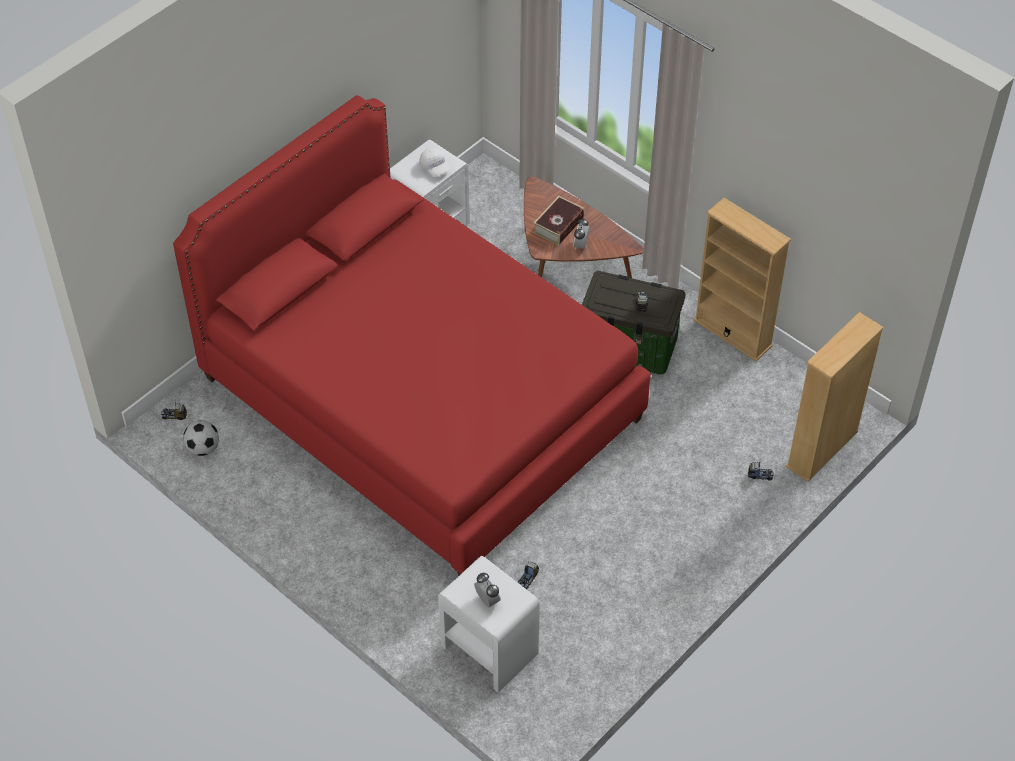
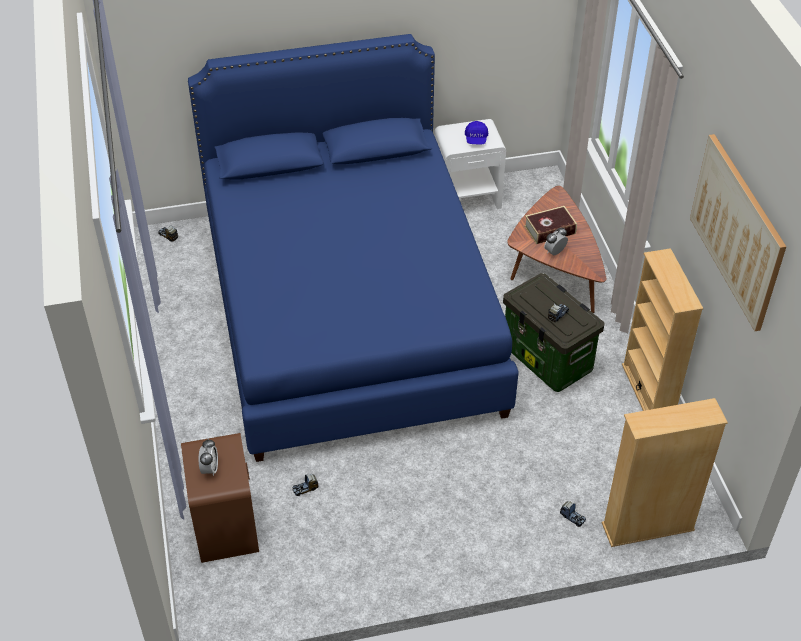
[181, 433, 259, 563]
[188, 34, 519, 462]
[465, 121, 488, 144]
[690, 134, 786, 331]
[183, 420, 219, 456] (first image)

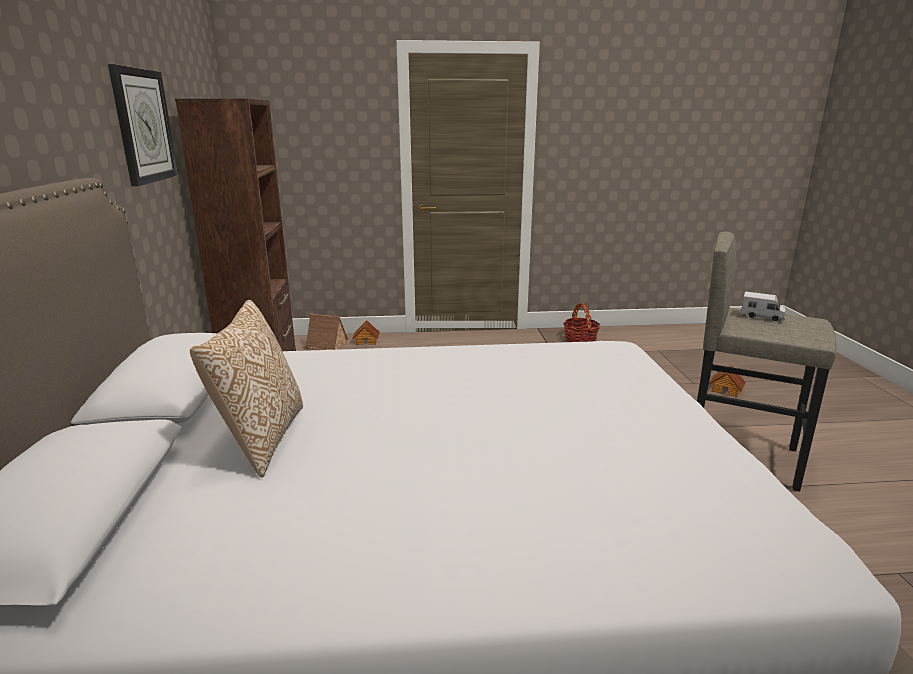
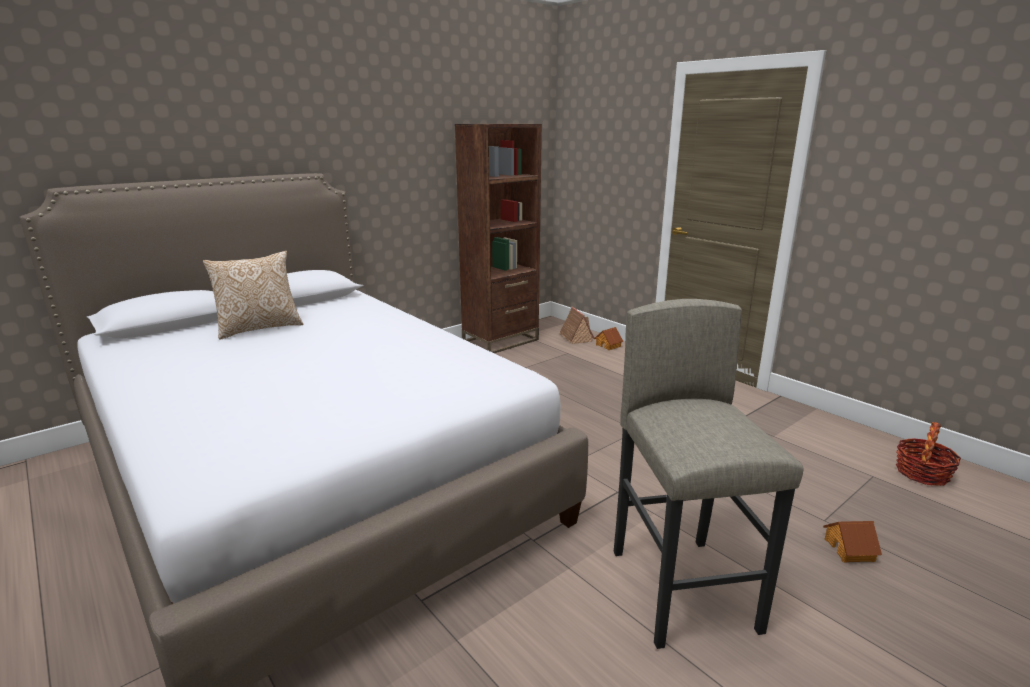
[896, 422, 961, 486]
[108, 64, 178, 186] (first image)
[740, 291, 786, 321] (first image)

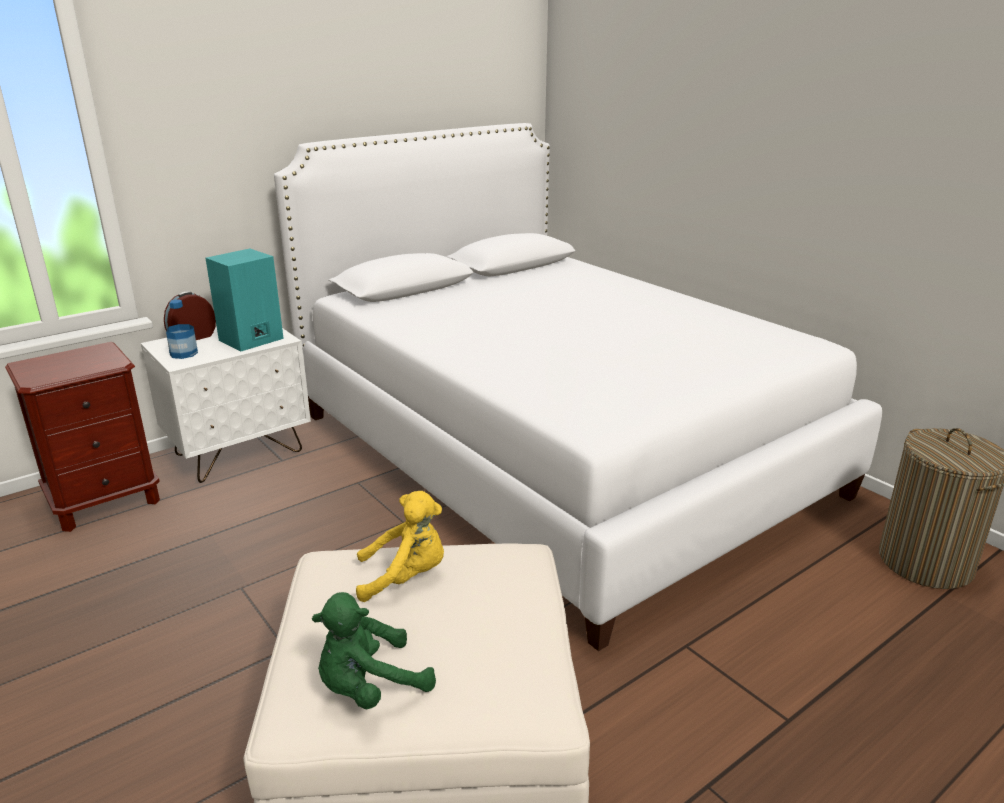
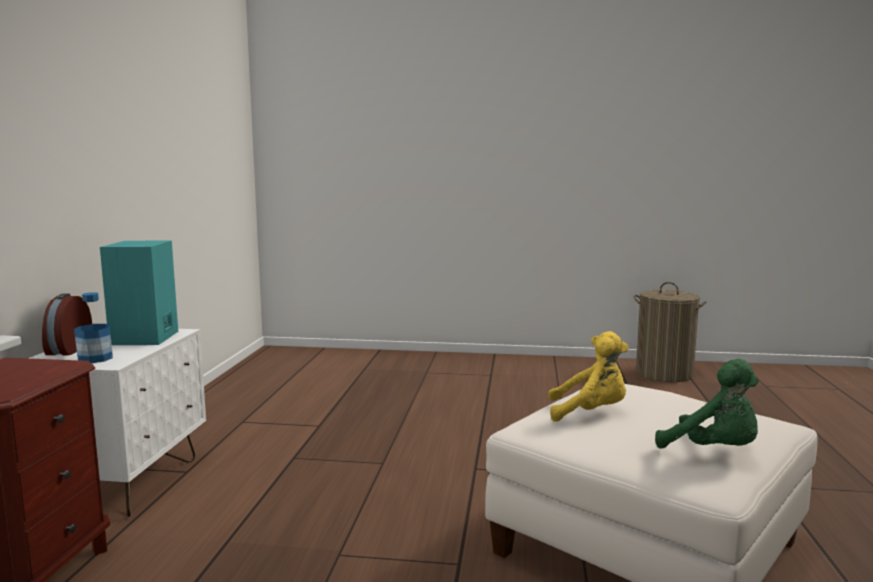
[548, 331, 628, 422]
[655, 359, 759, 449]
[274, 123, 882, 651] (first image)

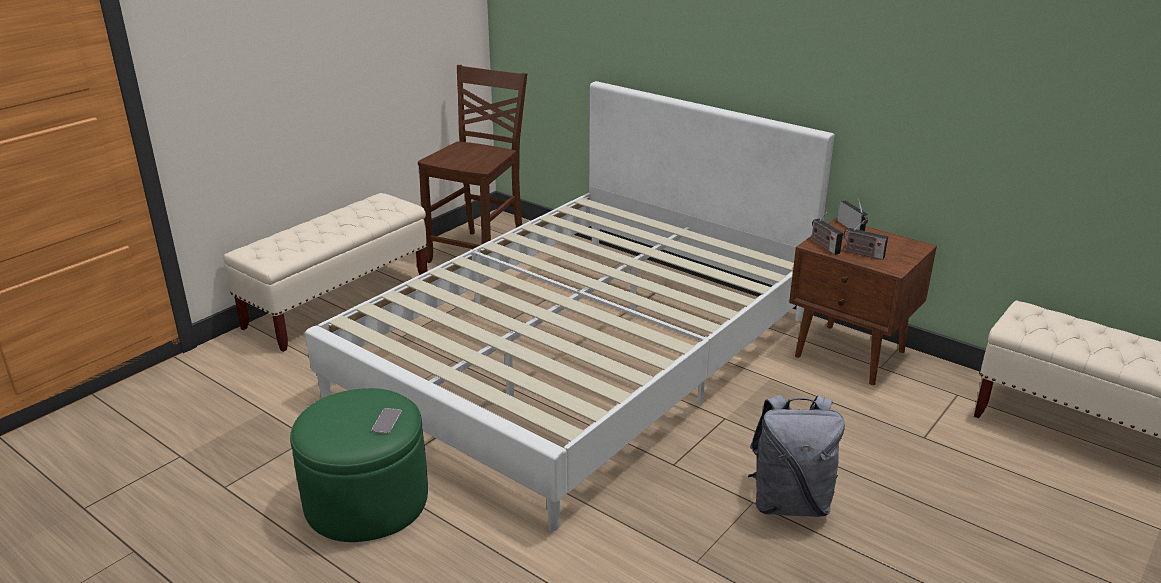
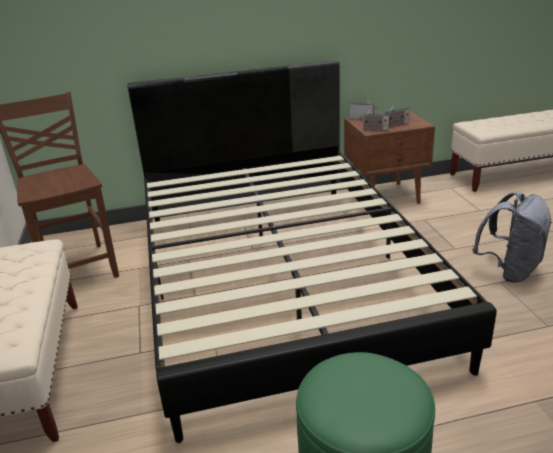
[127, 60, 497, 443]
[372, 408, 402, 434] (first image)

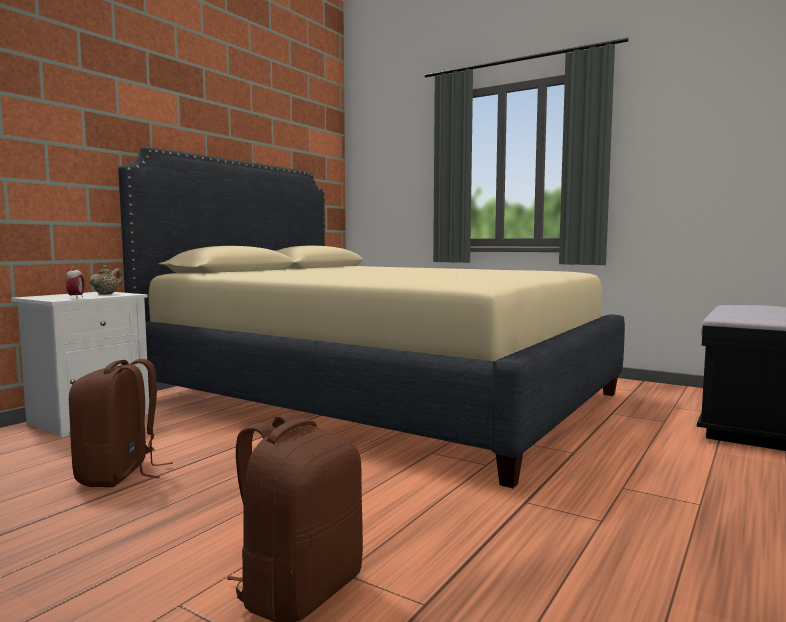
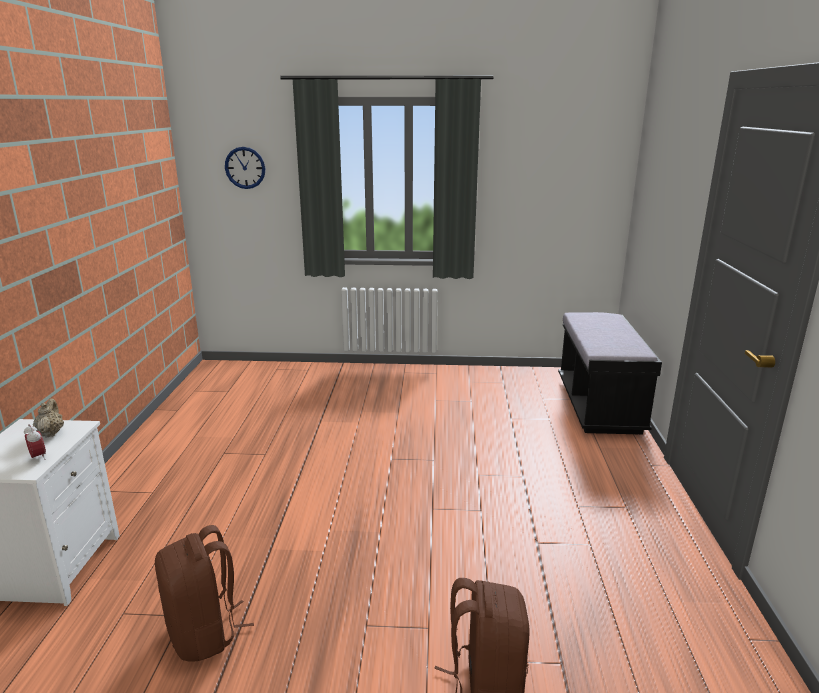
[225, 147, 265, 189]
[118, 147, 625, 488] (first image)

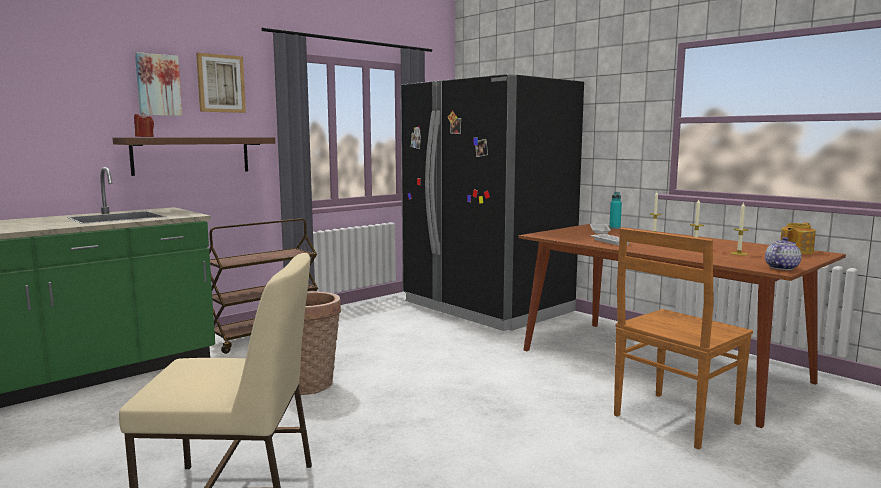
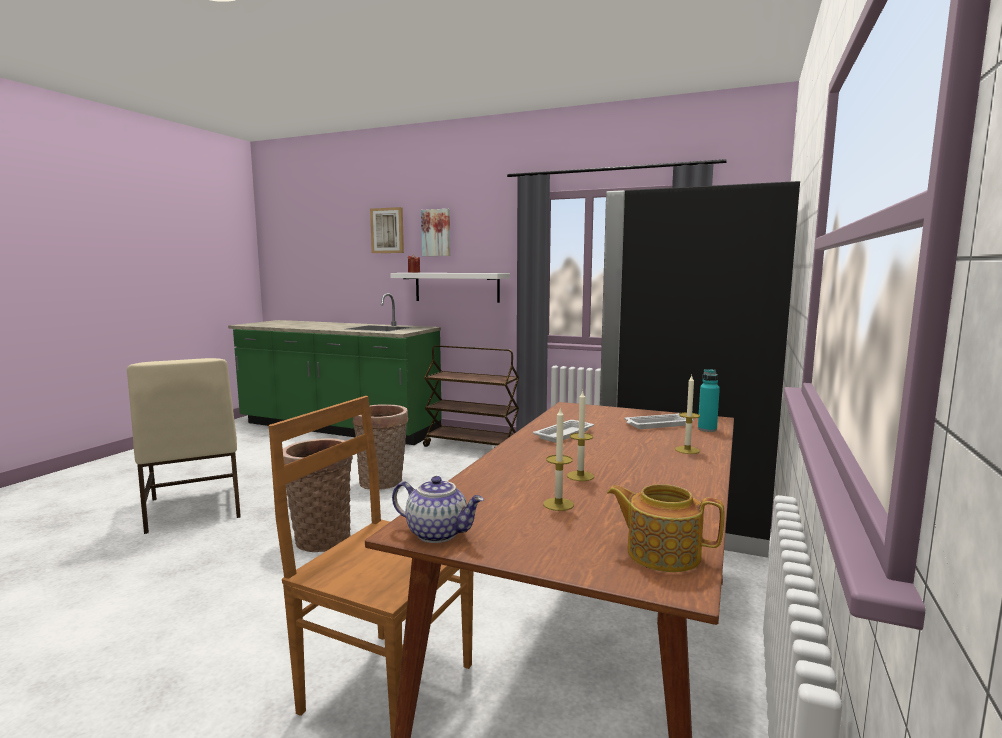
[283, 438, 353, 552]
[370, 207, 404, 253]
[390, 273, 510, 303]

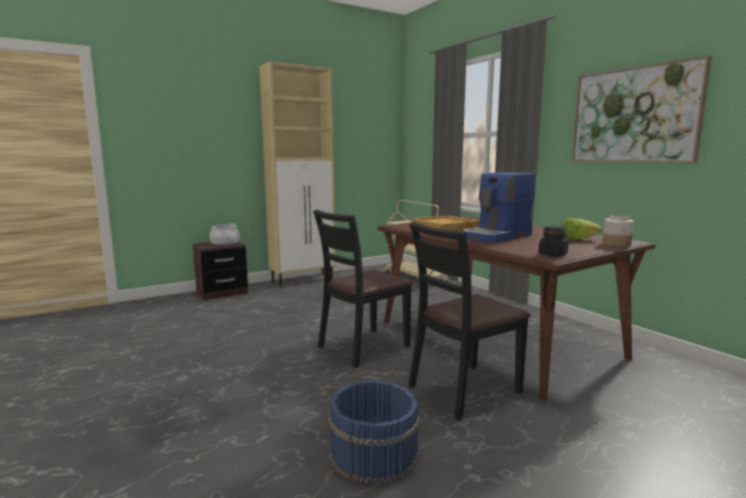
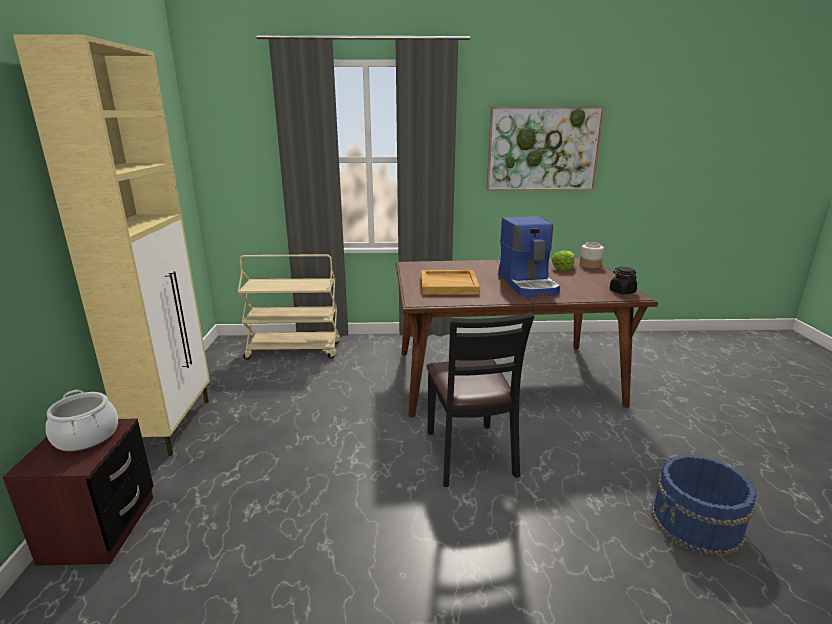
[408, 222, 531, 420] (first image)

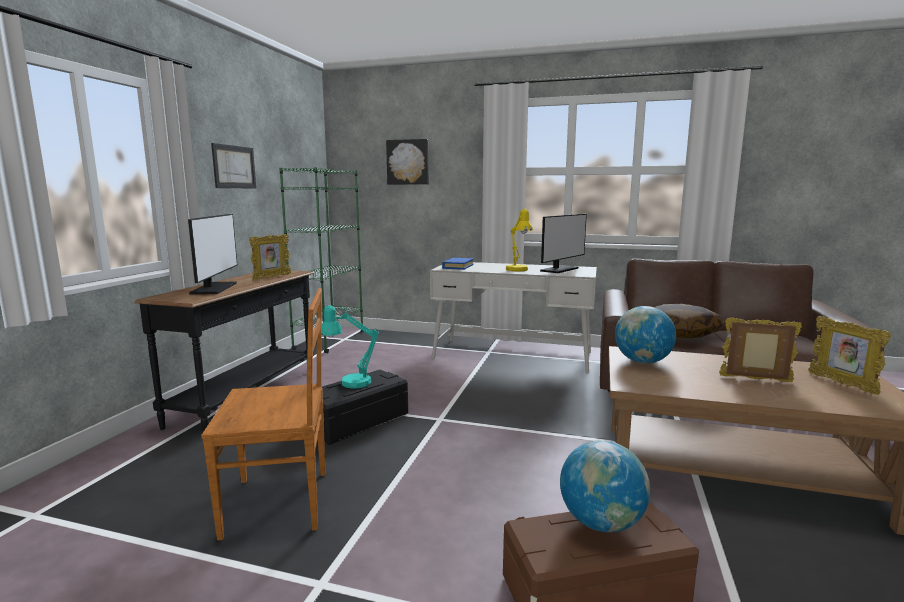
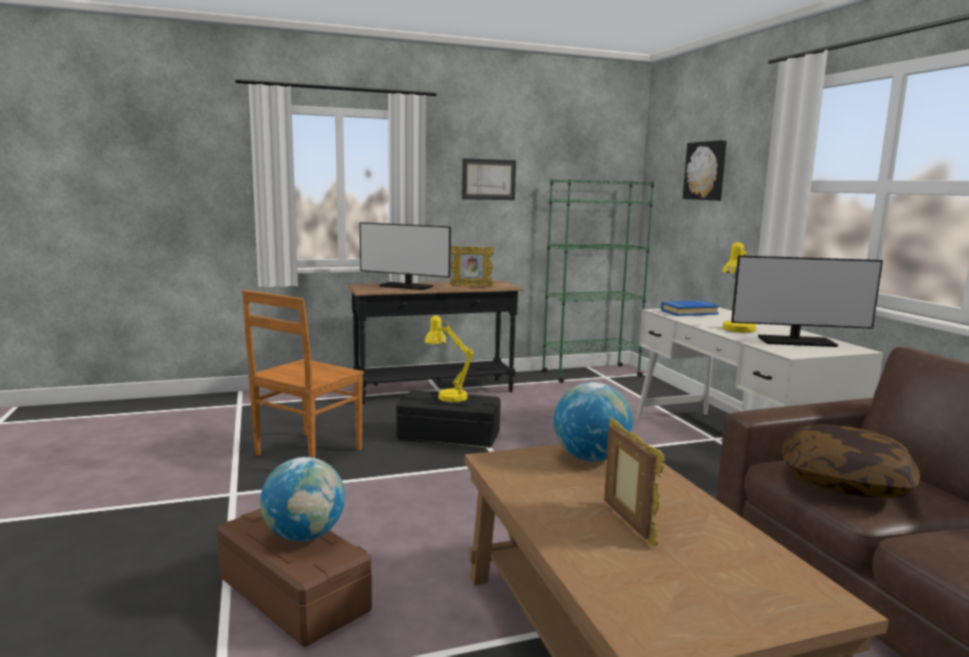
[242, 290, 364, 458]
[360, 222, 451, 290]
[425, 315, 474, 402]
[808, 316, 891, 395] (first image)

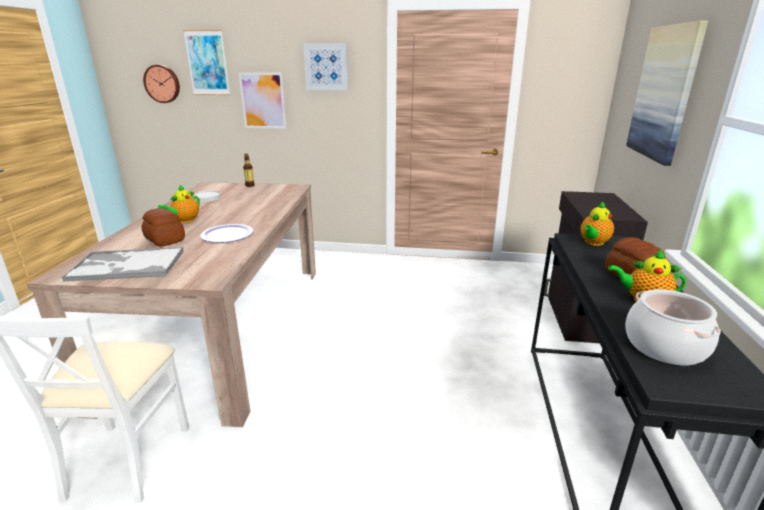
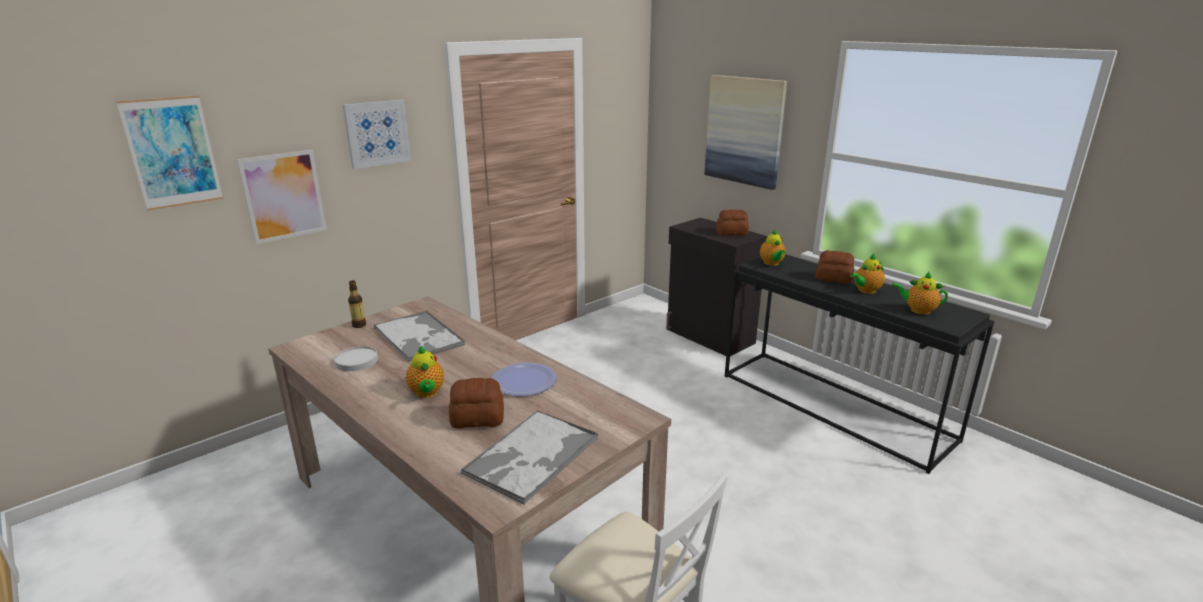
[374, 310, 465, 362]
[716, 210, 749, 236]
[891, 272, 948, 315]
[143, 65, 180, 103] (first image)

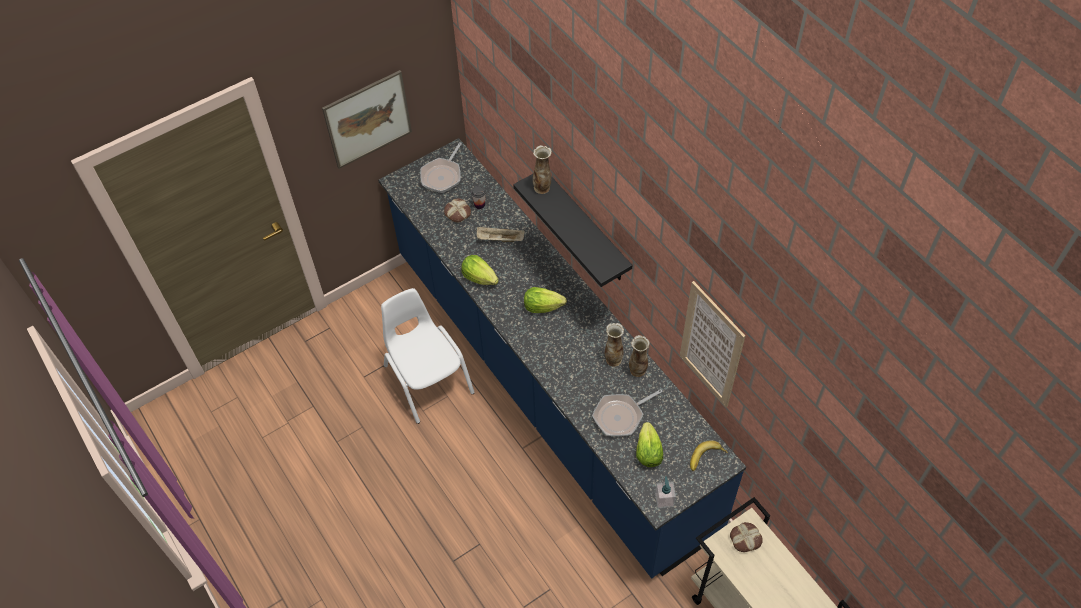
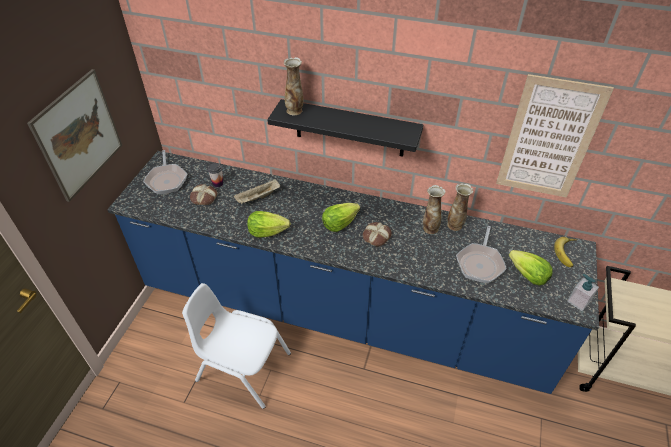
[363, 222, 392, 247]

